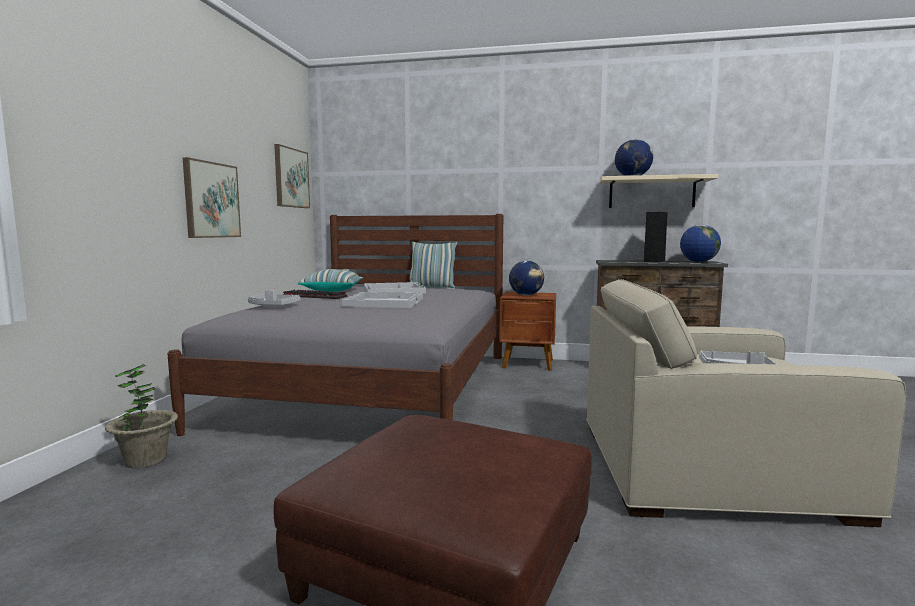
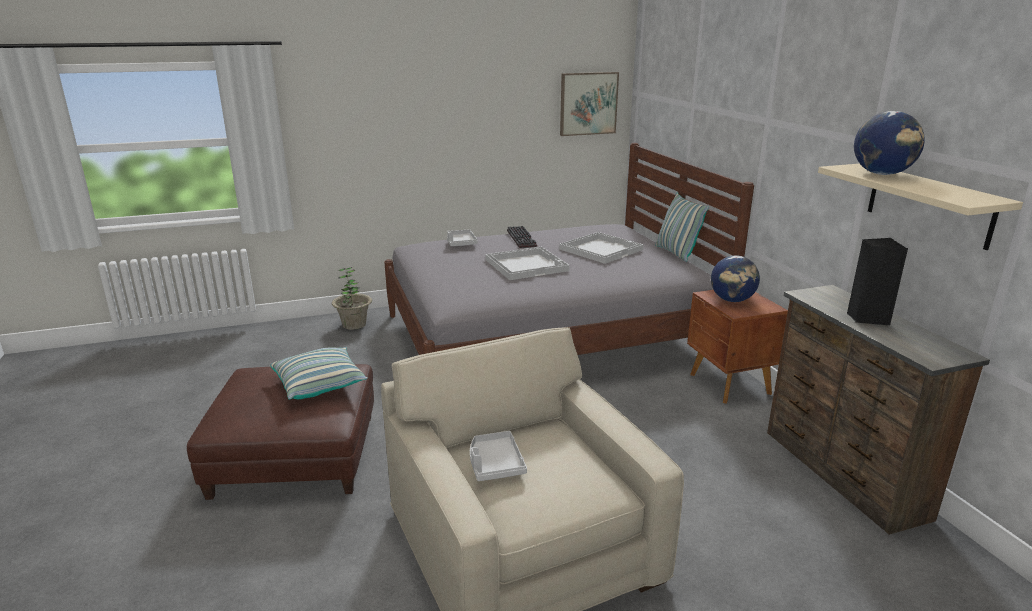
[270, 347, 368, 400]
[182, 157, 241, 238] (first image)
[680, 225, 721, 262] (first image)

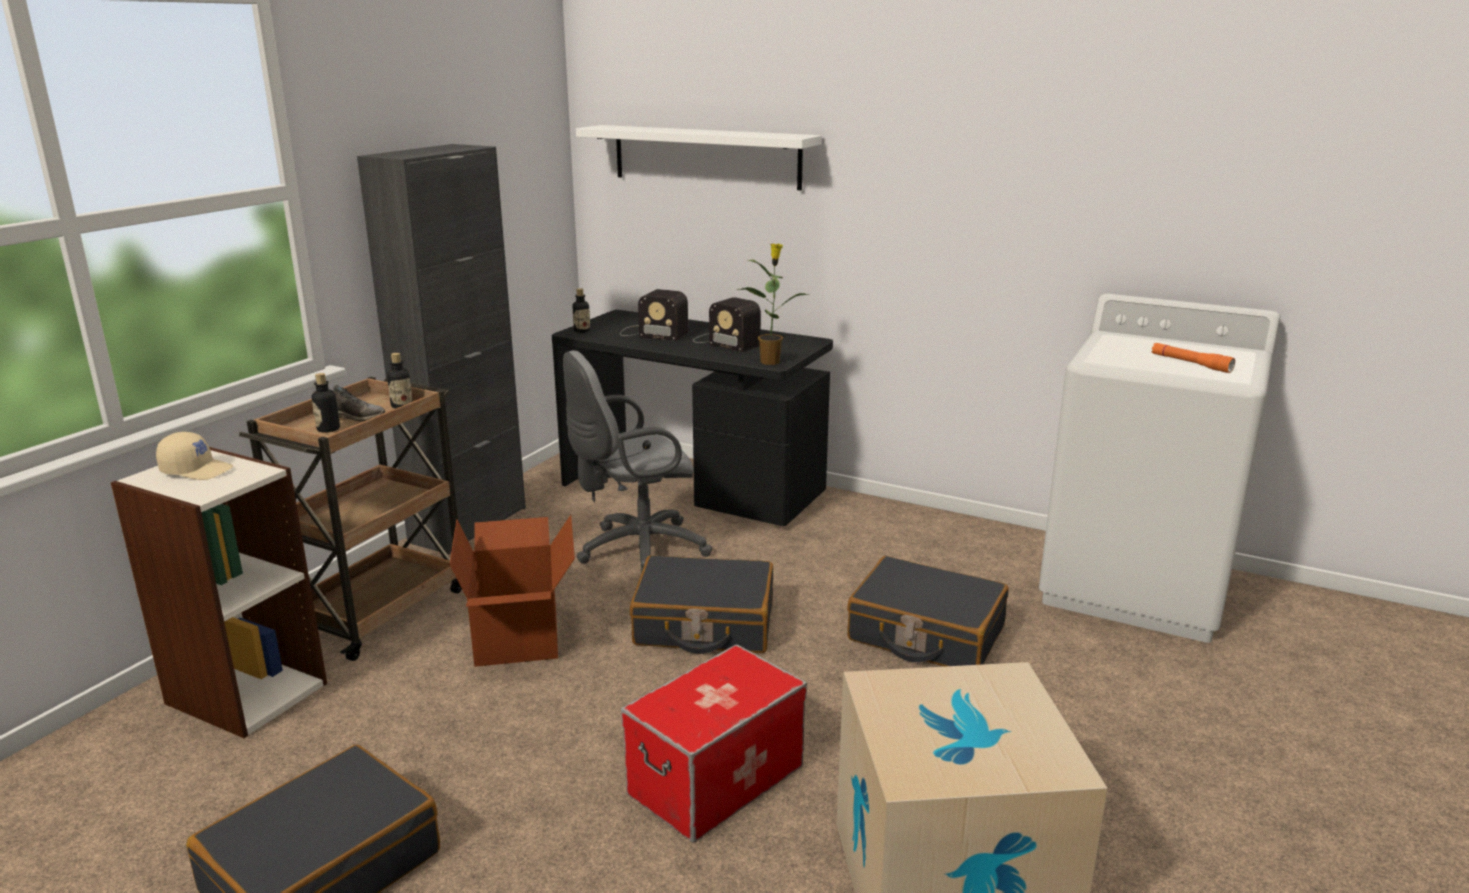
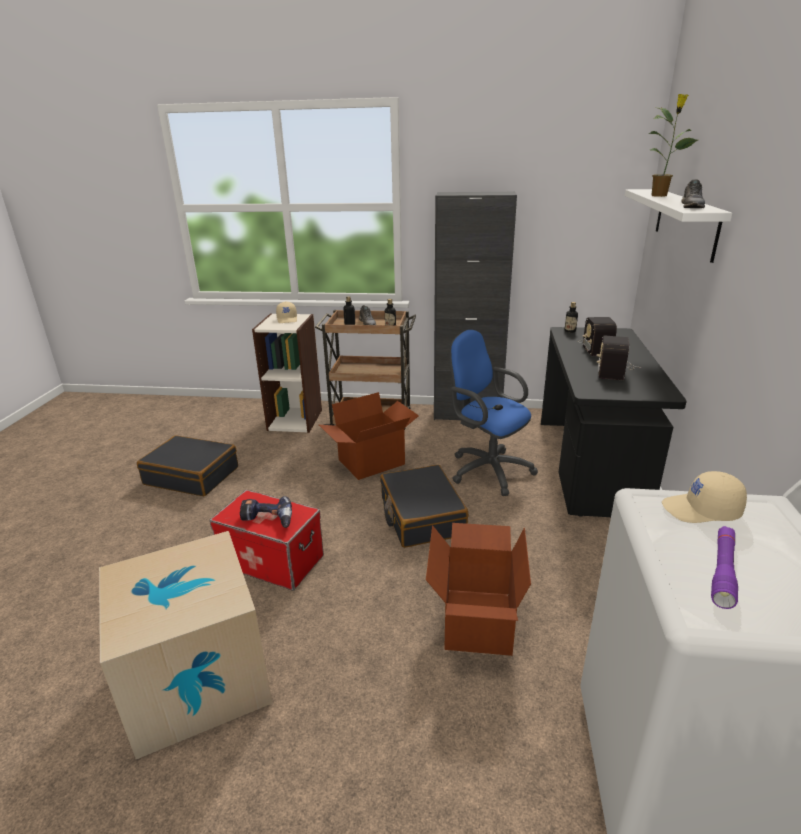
[240, 496, 292, 528]
[426, 523, 531, 656]
[450, 329, 538, 496]
[648, 94, 698, 197]
[662, 471, 747, 523]
[681, 179, 705, 208]
[711, 526, 738, 609]

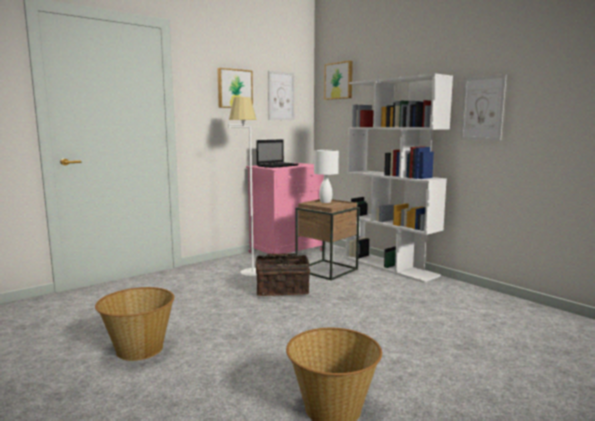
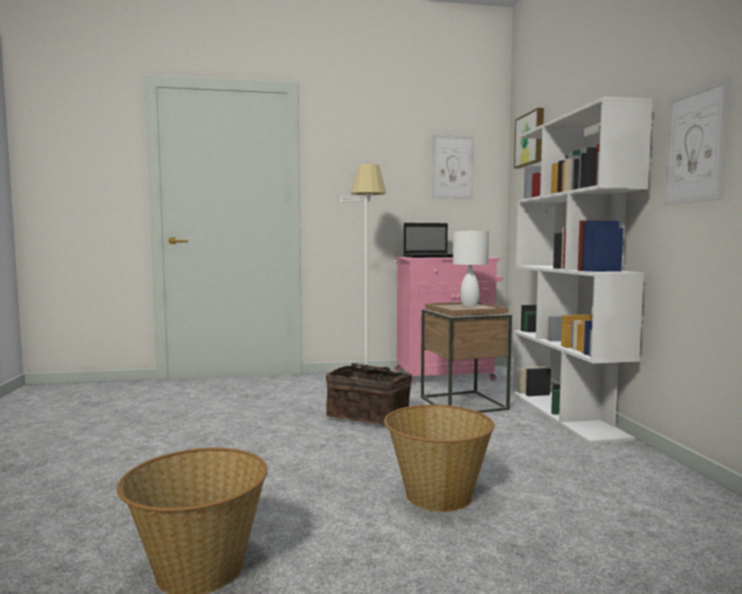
[384, 405, 495, 512]
[217, 68, 253, 108] (first image)

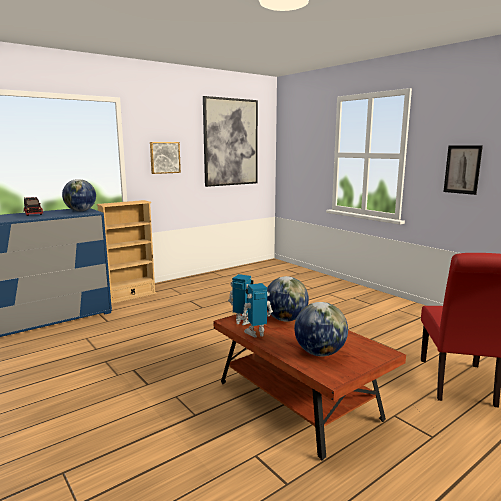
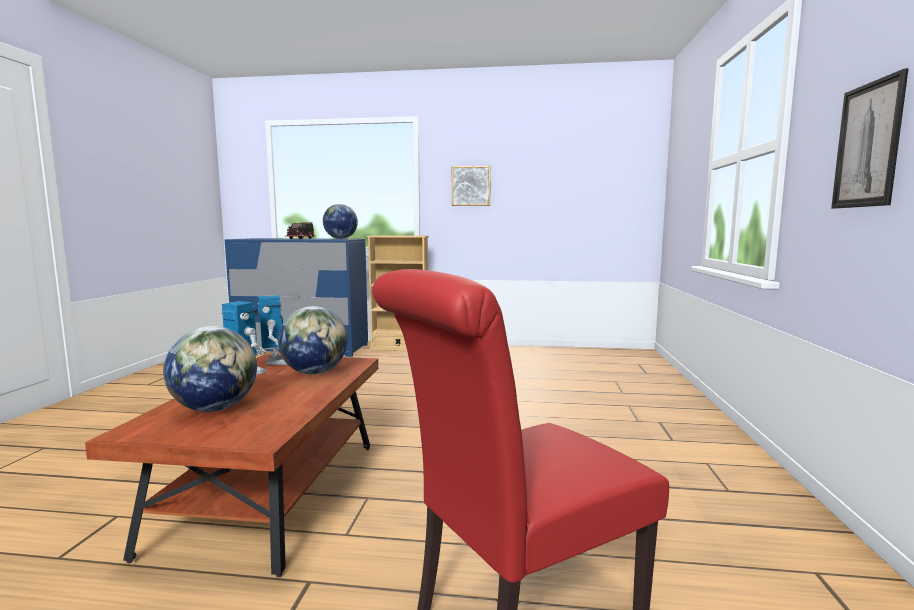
[203, 96, 258, 187] (first image)

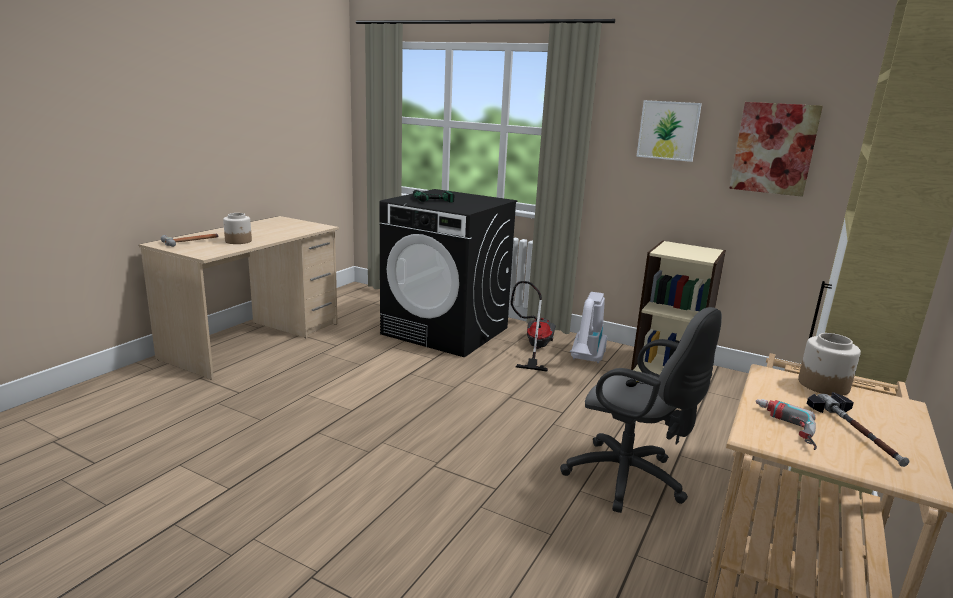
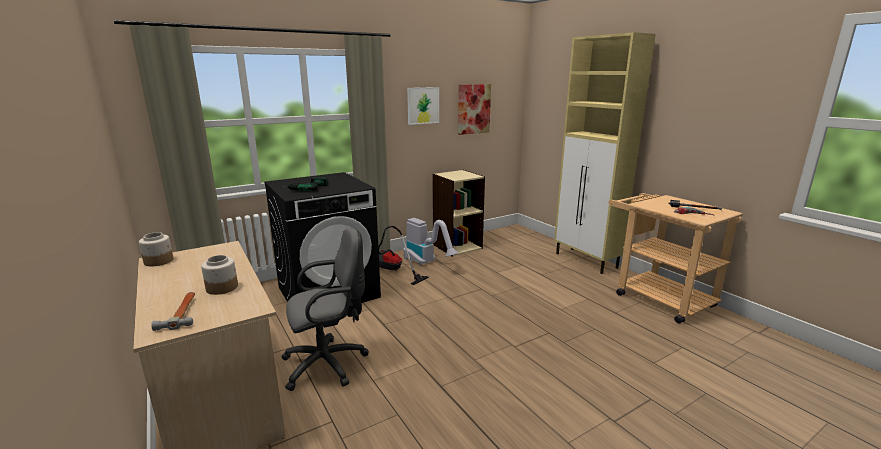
[139, 232, 174, 266]
[281, 228, 369, 391]

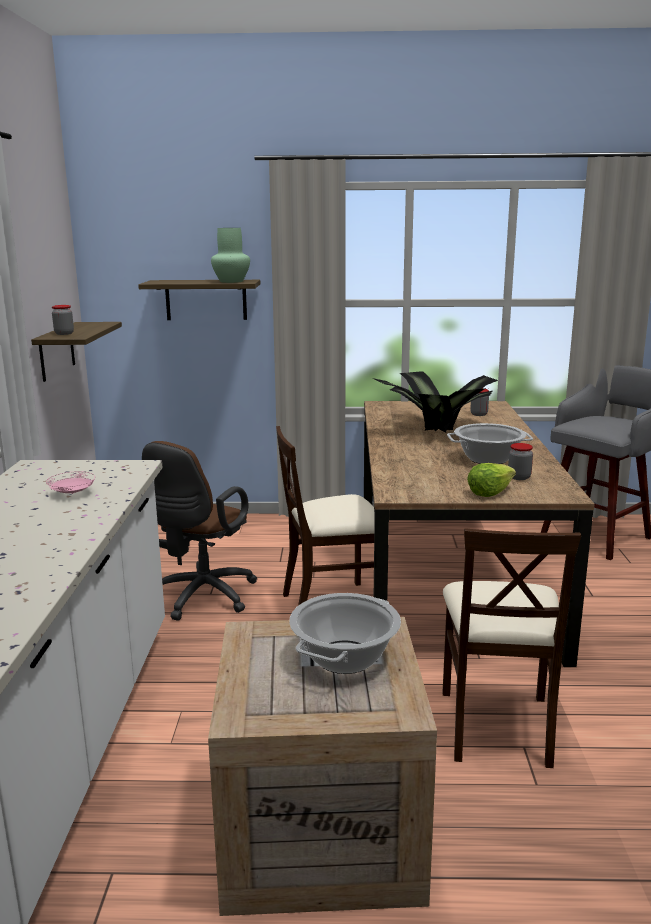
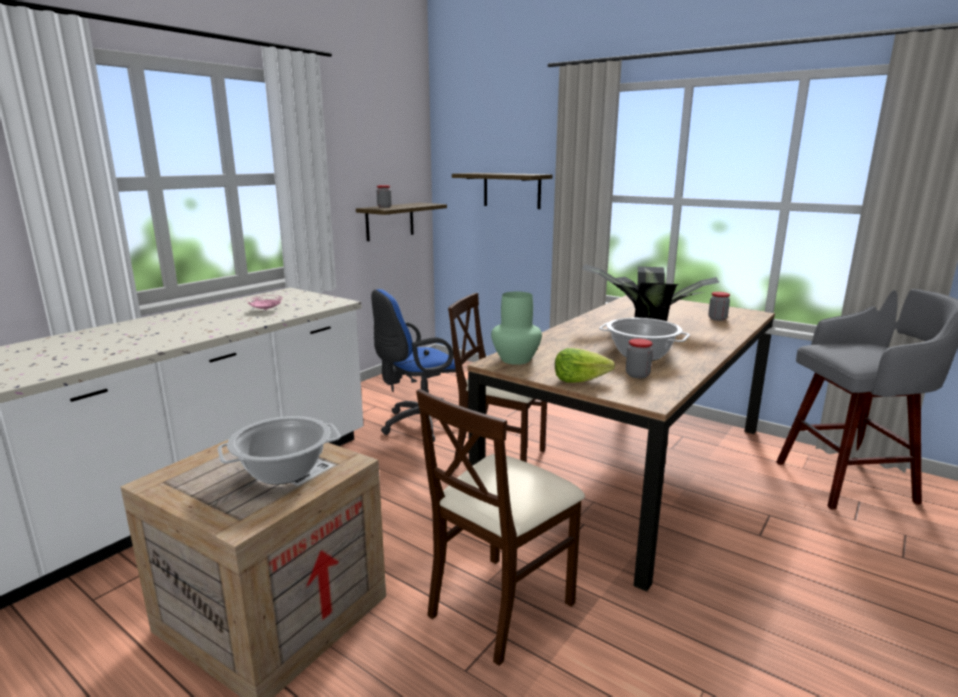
[371, 289, 456, 442]
[491, 292, 542, 365]

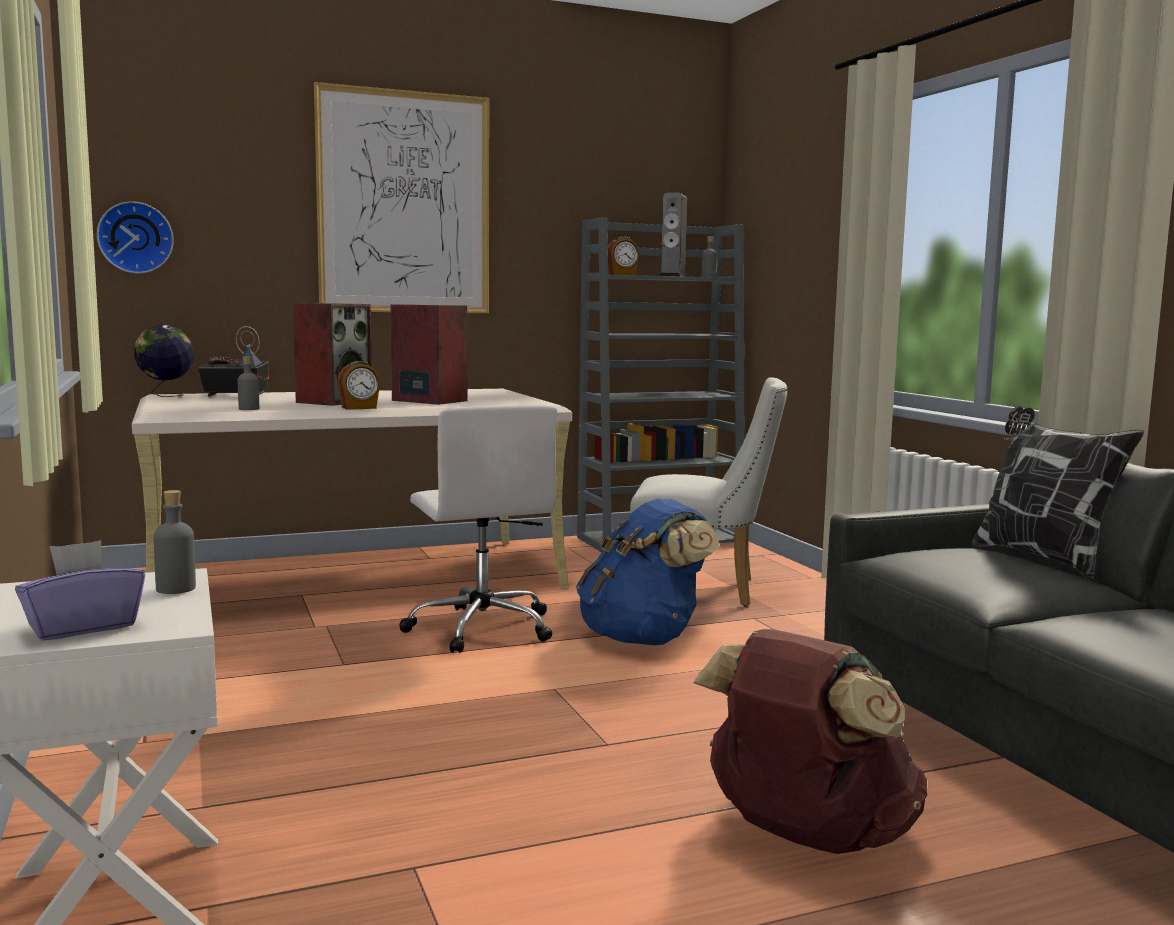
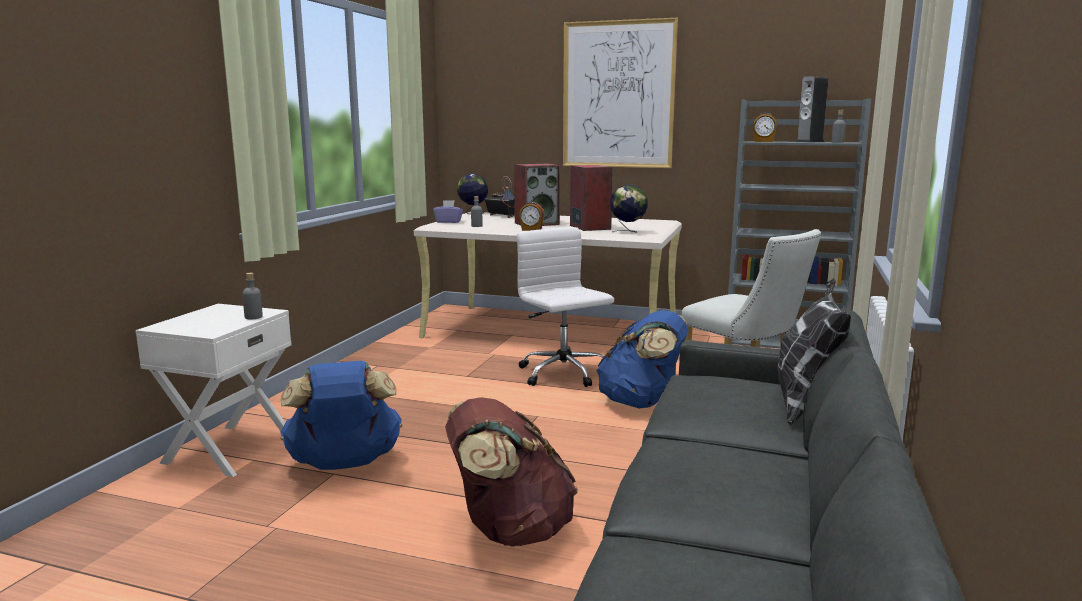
[280, 361, 402, 470]
[433, 200, 463, 223]
[517, 227, 614, 387]
[610, 185, 648, 232]
[97, 201, 174, 274] (first image)

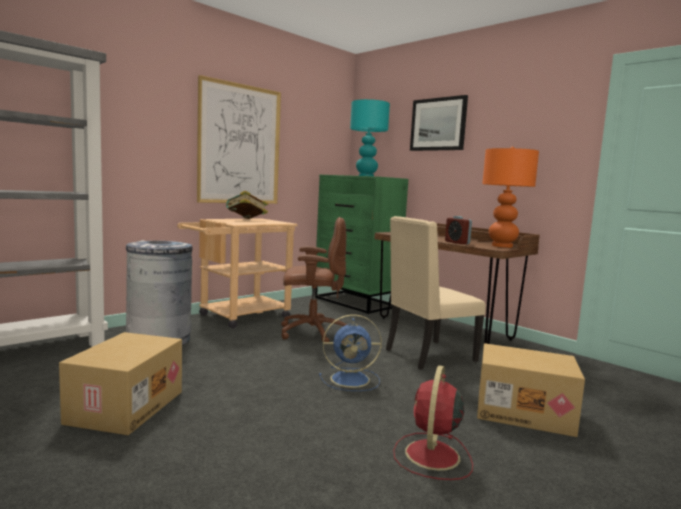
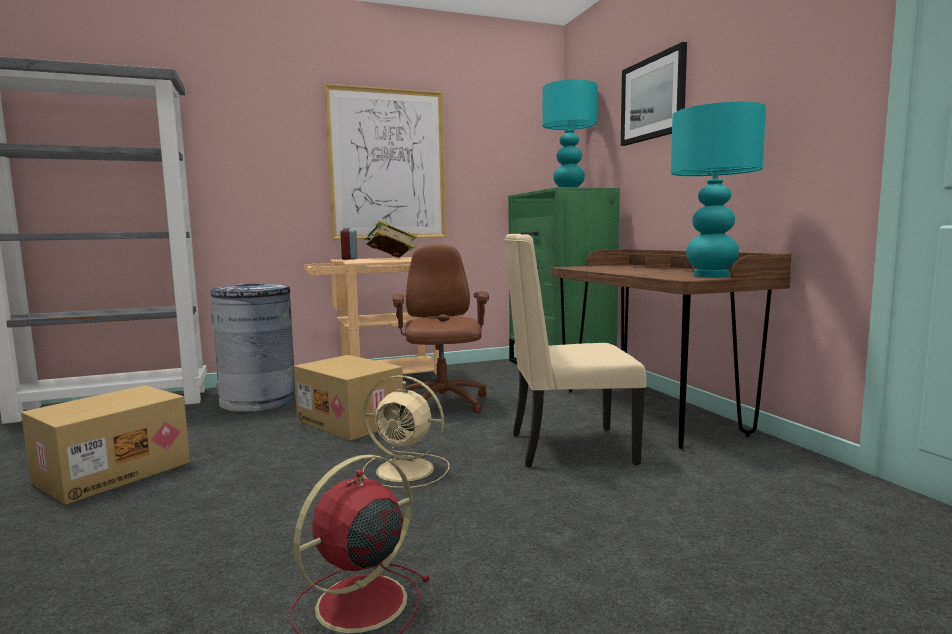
[294, 355, 403, 441]
[340, 227, 358, 260]
[363, 375, 450, 488]
[393, 244, 489, 414]
[671, 101, 766, 277]

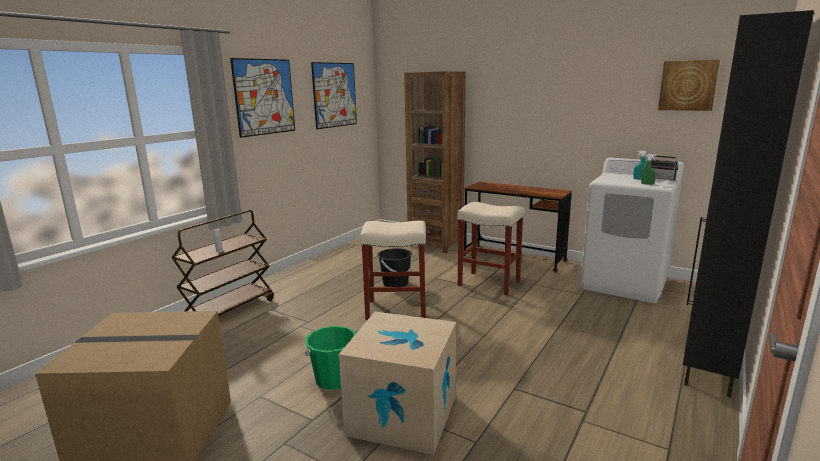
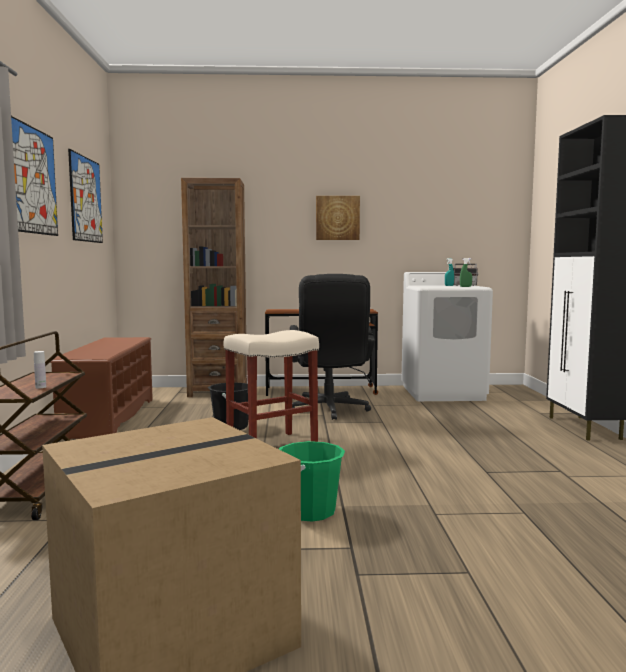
[50, 337, 153, 439]
[290, 274, 375, 420]
[316, 196, 360, 240]
[339, 312, 456, 455] (first image)

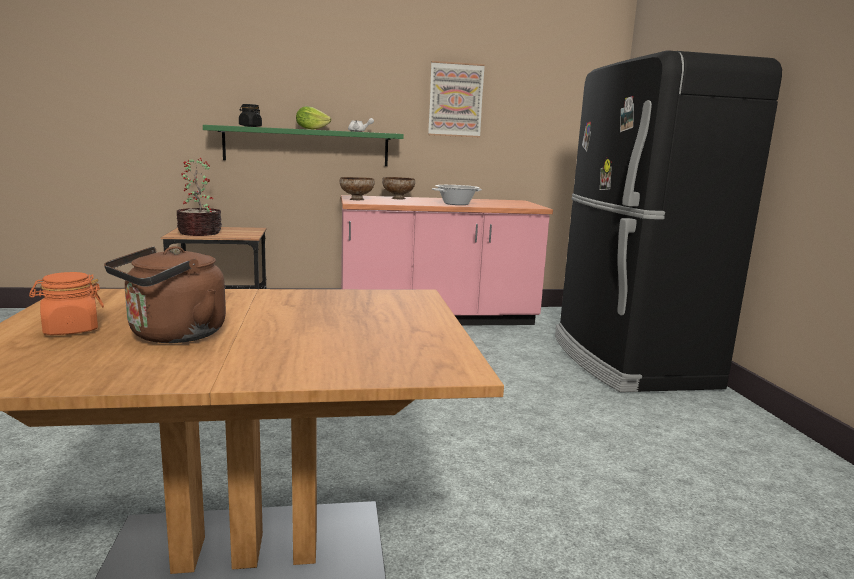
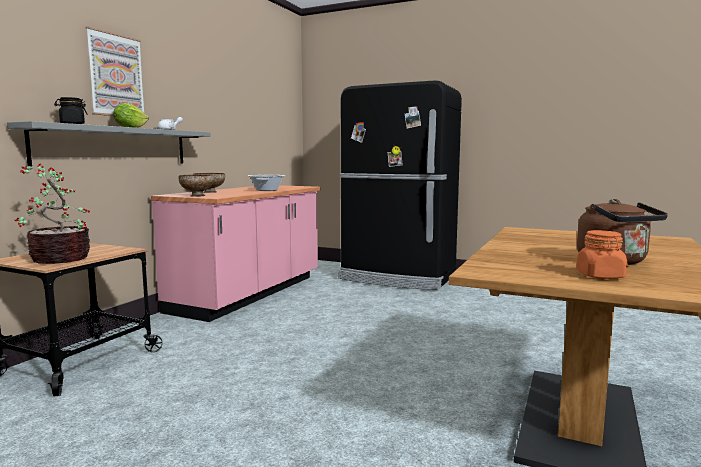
[7, 121, 211, 167]
[85, 26, 144, 116]

